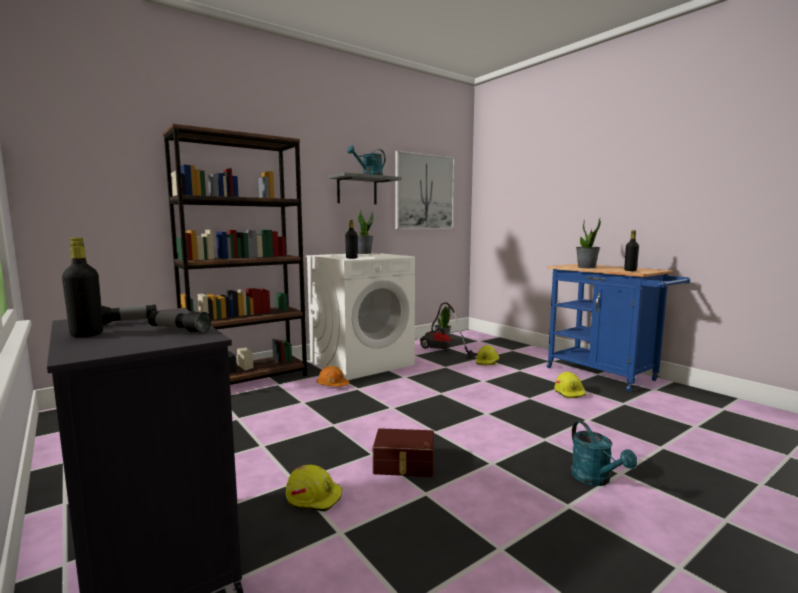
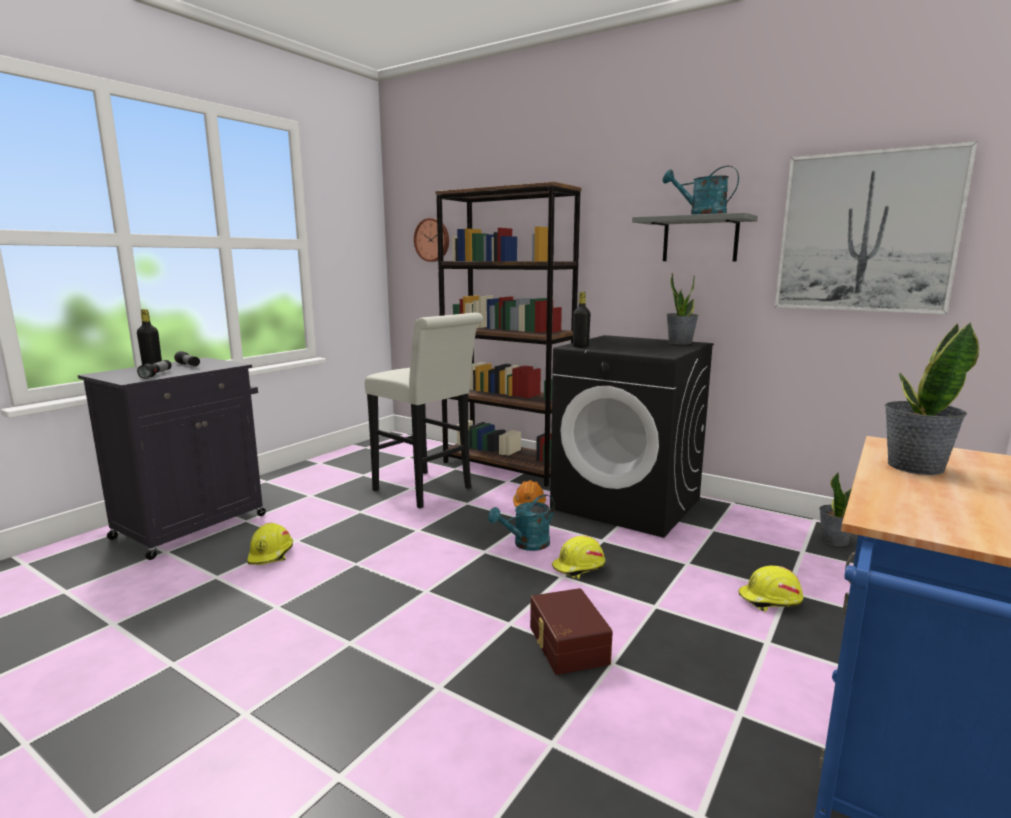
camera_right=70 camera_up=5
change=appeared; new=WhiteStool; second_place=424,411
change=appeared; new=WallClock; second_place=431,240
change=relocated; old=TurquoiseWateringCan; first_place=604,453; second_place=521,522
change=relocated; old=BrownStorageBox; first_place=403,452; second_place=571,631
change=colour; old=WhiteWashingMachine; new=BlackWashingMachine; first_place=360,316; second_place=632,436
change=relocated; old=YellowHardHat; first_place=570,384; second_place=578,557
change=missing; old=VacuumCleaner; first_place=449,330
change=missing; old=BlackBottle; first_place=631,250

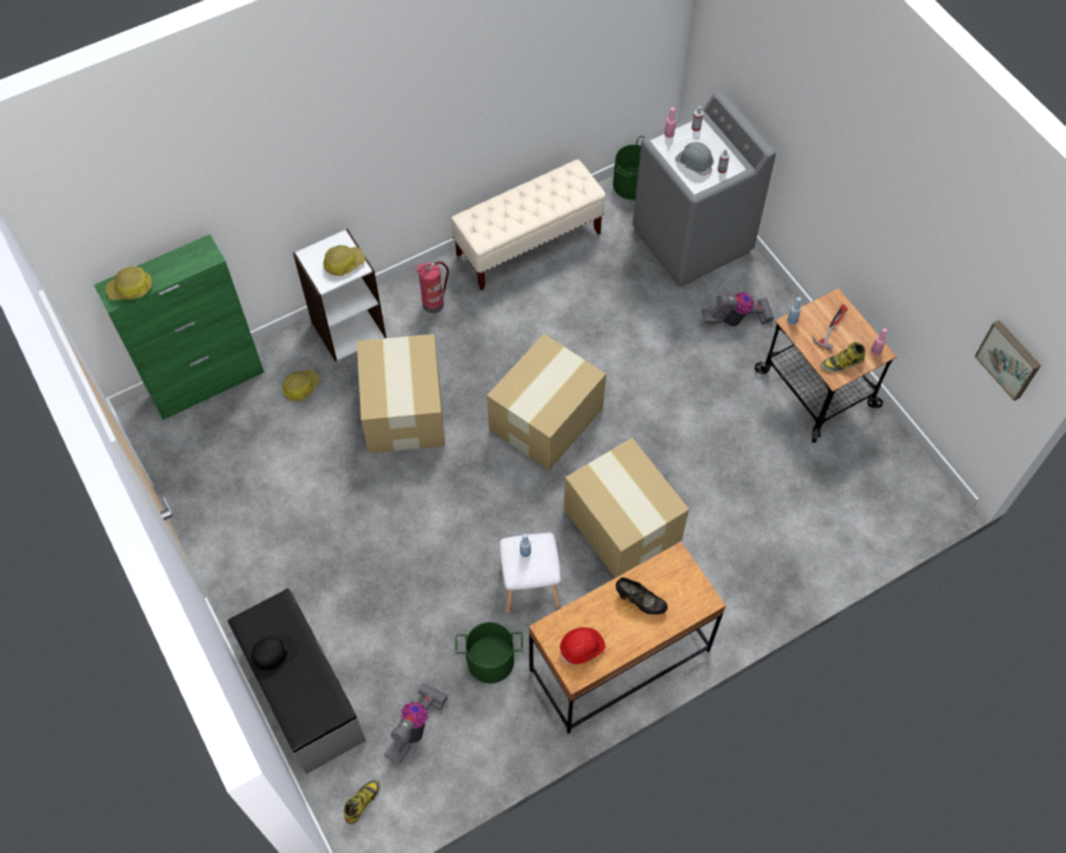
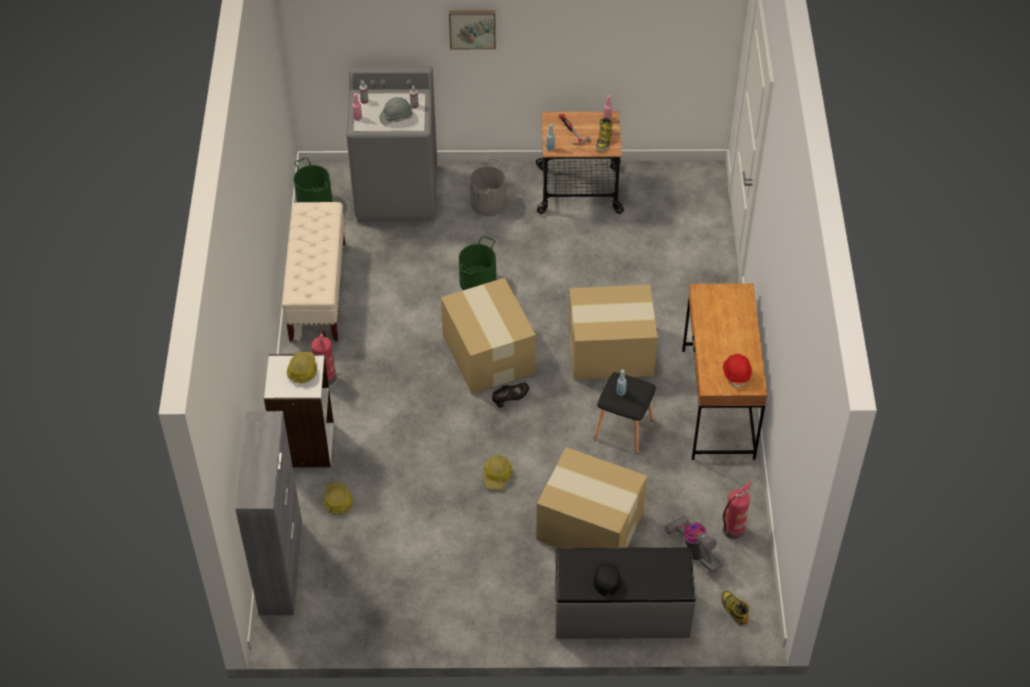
camera_right=-60 camera_up=-10
change=colour; old=GreenCabinet; new=GreyCabinet; first_place=179,327; second_place=268,513
change=relocated; old=Picture; first_place=1008,360; second_place=472,29
change=relocated; old=GreenBucket; first_place=489,652; second_place=477,263
change=exchanged; old=VacuumCleaner; new=GreyBucket; first_place=737,309; second_place=488,187
change=relocated; old=HardHat; first_place=129,283; second_place=498,472
change=relocated; old=BlackShoe; first_place=642,596; second_place=510,395
change=relocated; old=CardboardBox; first_place=401,393; second_place=591,497
change=colour; old=WhiteStool; new=BlackStool; first_place=530,573; second_place=625,413
change=appeared; new=FireExtinguisher; second_place=737,510

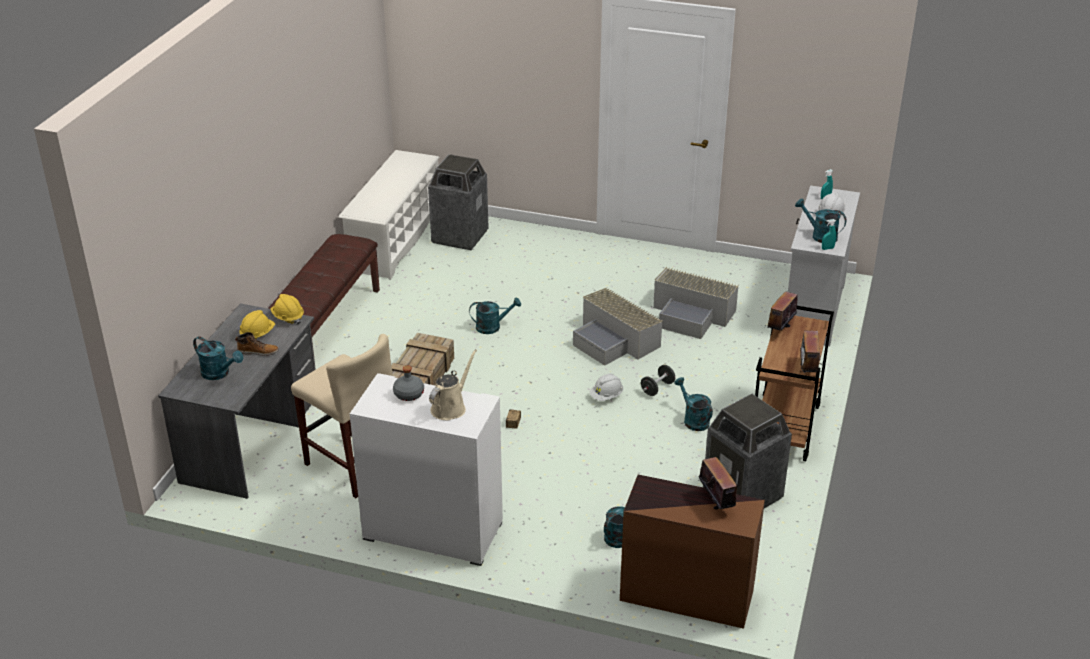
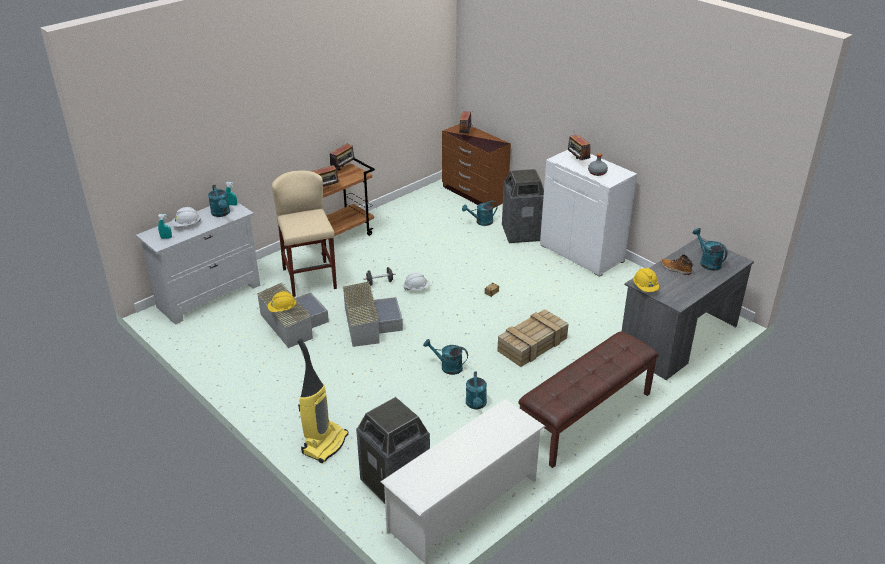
camera_right=-150 camera_up=0
change=relocated; old=YellowHardHat; first_place=257,324; second_place=281,301
change=relocated; old=BeigeStool; first_place=342,416; second_place=304,233
change=appeared; new=VacuumCleaner; second_place=322,400
change=relocated; old=TurquoiseWateringCan; first_place=693,404; second_place=476,390
change=relocated; old=TrashCan; first_place=747,451; second_place=523,206
change=exchanged; old=BeigeWateringCan; new=Radio; first_place=453,384; second_place=579,147

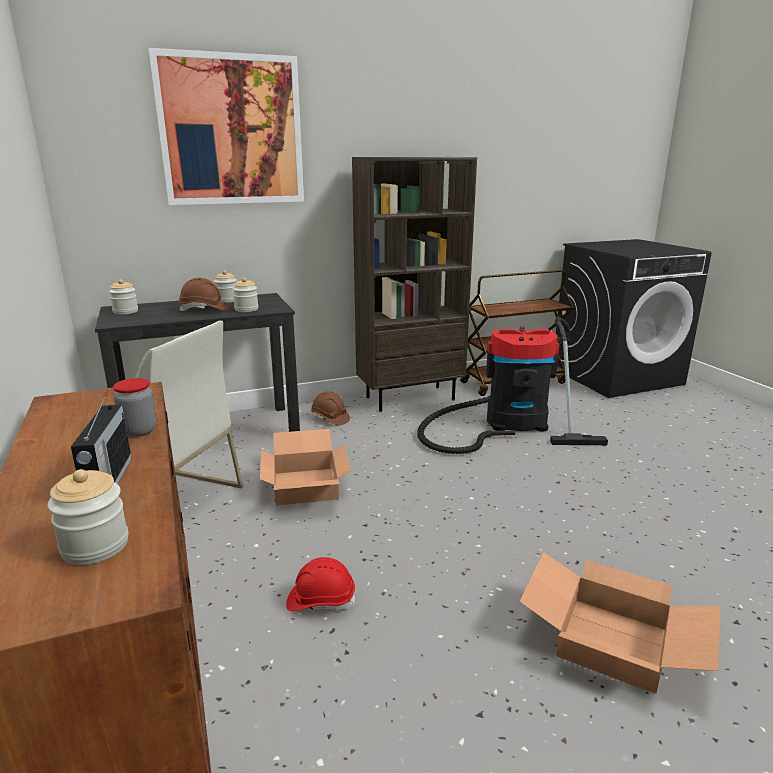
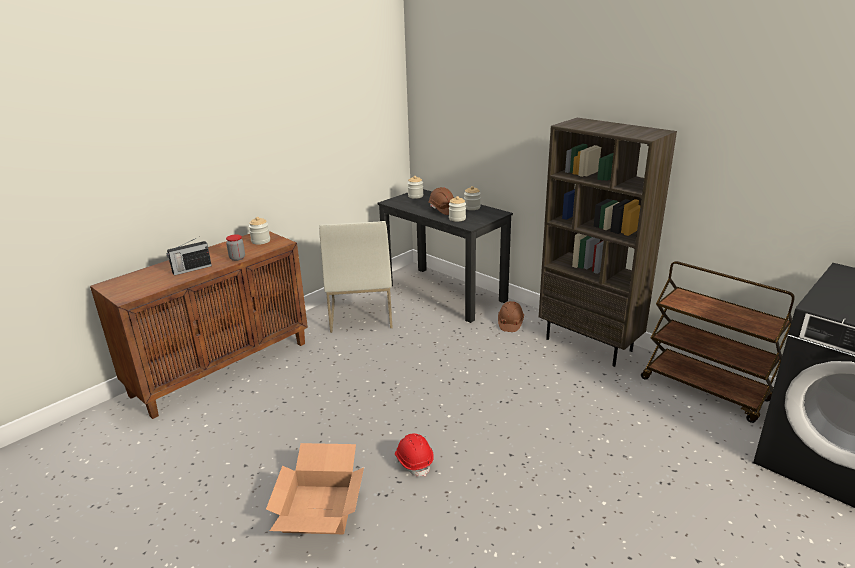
camera_right=65 camera_up=5
change=relocated; old=Jar; first_place=88,517; second_place=259,231
change=relocated; old=RedHardHat; first_place=321,584; second_place=414,454
change=missing; old=Picture; first_place=226,126
change=missing; old=CardboardBox; first_place=305,467
change=missing; old=VacuumCleaner; first_place=512,385

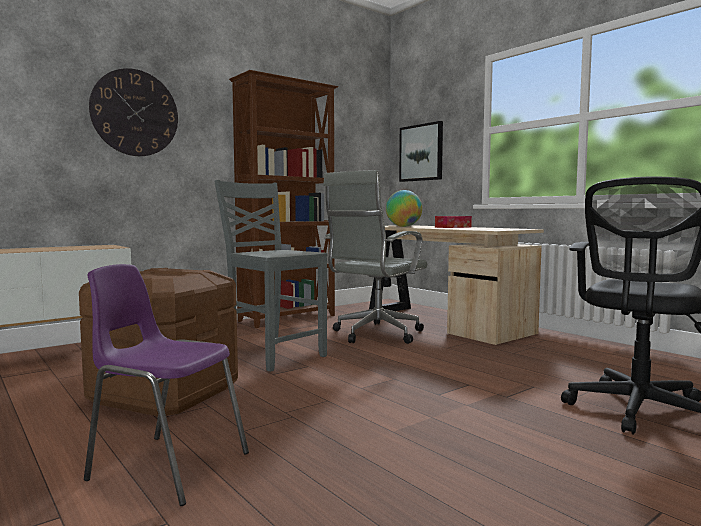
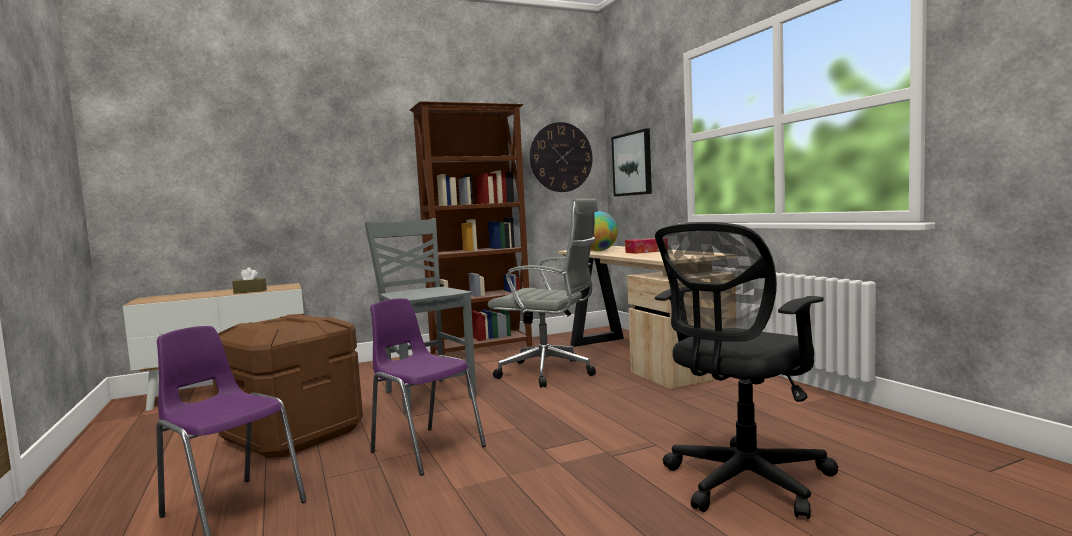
camera_right=15 camera_up=0
change=appeared; new=BrownTissueBox; second_place=249,281
change=appeared; new=PurpleChair; second_place=428,387
change=spun; old=GreyOfficeChair; first_place=375,257; second_place=543,293; degrees=-120
change=relocated; old=WallClock; first_place=133,112; second_place=561,157

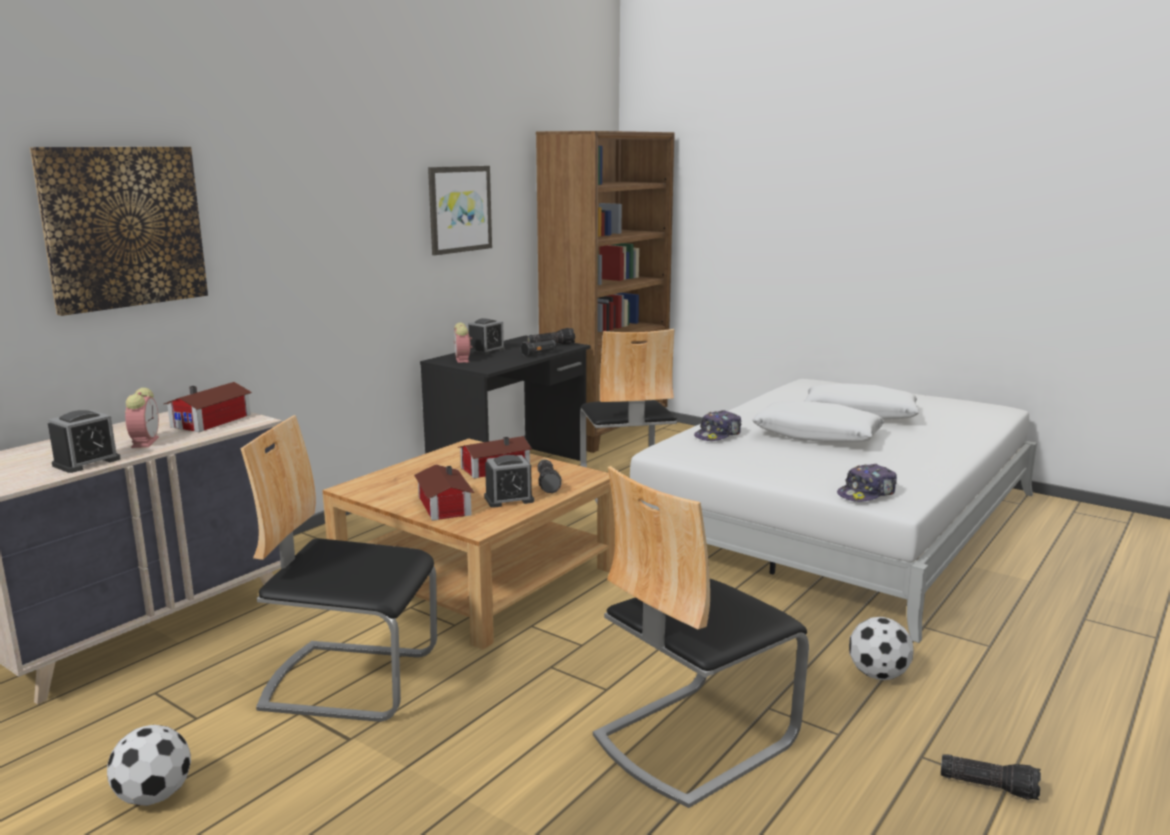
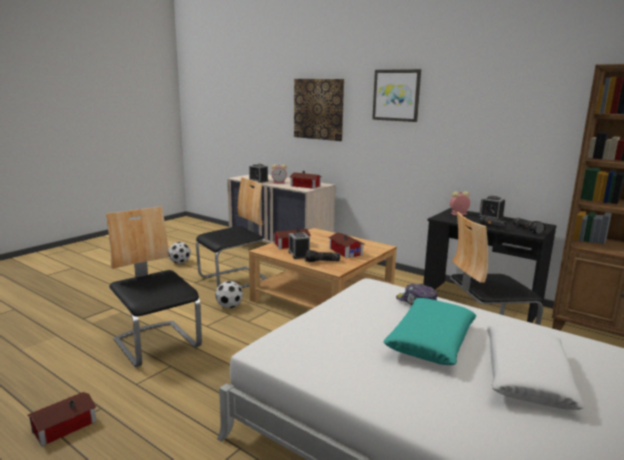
camera_right=90 camera_up=0
change=exchanged; old=Flashlight; new=ToyHouse; first_place=991,777; second_place=61,419
change=spun; old=Chair; first_place=338,568; second_place=231,232; degrees=45
change=relocated; old=Football; first_place=881,648; second_place=229,294
change=relocated; old=Picture; first_place=460,210; second_place=396,95
change=colour; old=WhitePillow; new=TurquoisePillow; first_place=818,421; second_place=429,331
change=missing; old=Cap; first_place=867,483

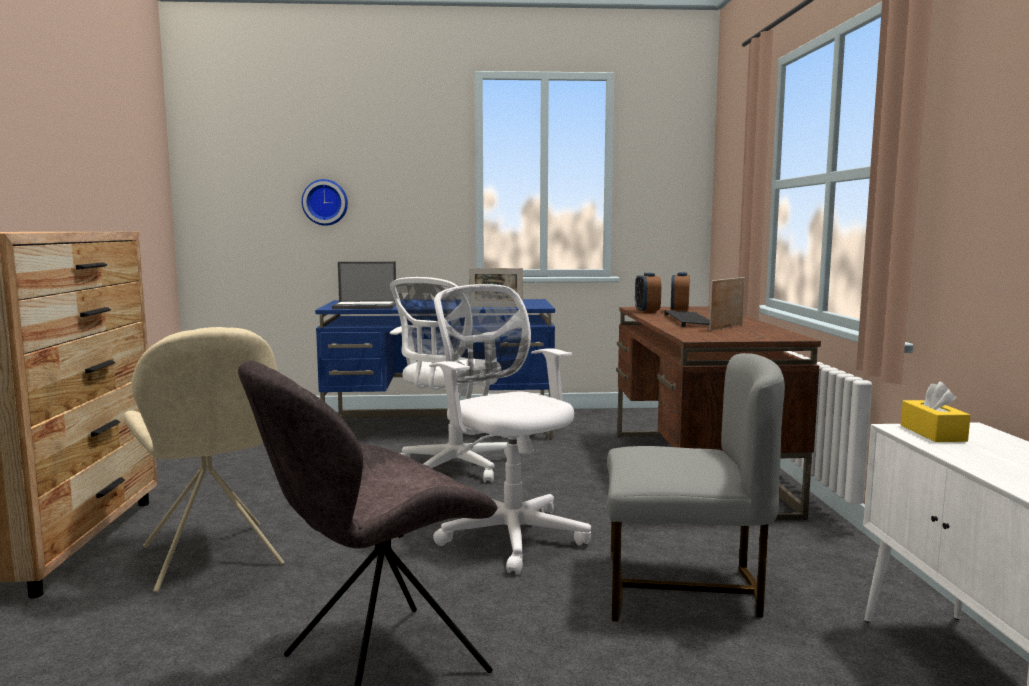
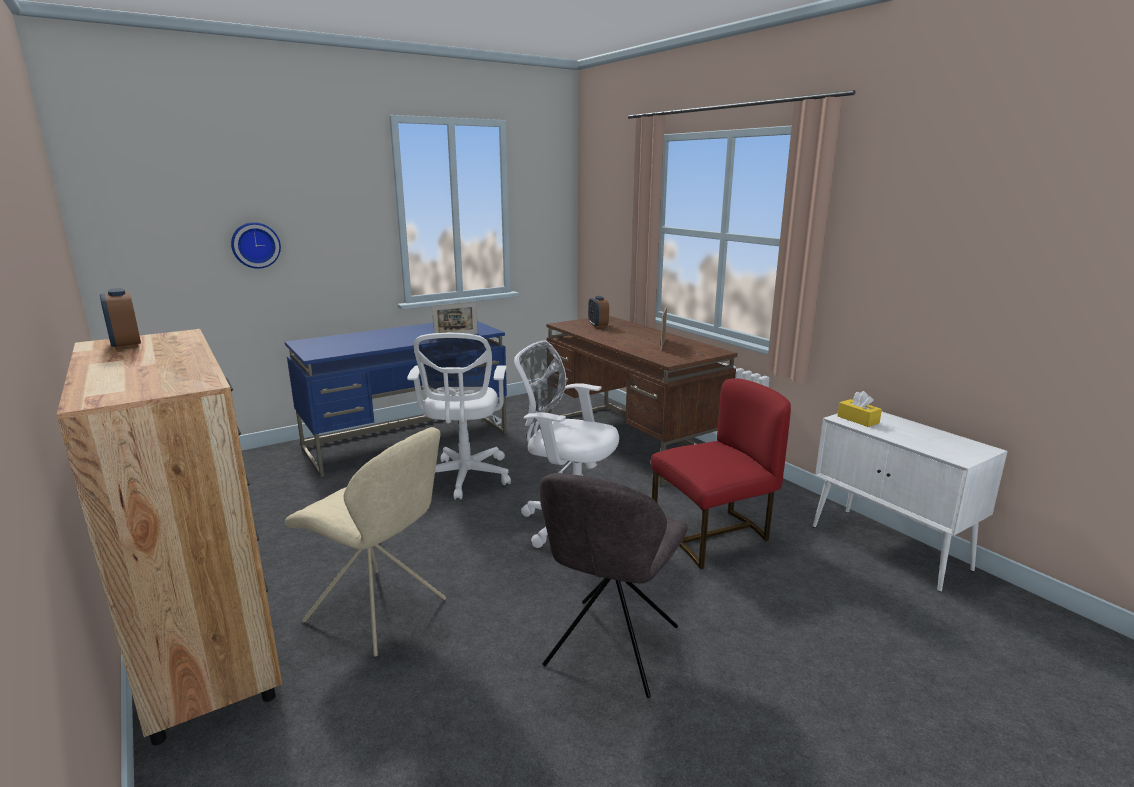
camera_right=-30 camera_up=10
change=relocated; old=AlarmClock; first_place=648,293; second_place=120,319
change=colour; old=GreyChair; new=RedChair; first_place=696,487; second_place=721,473
change=missing; old=Laptop; first_place=364,285
change=missing; old=Keyboard; first_place=687,318

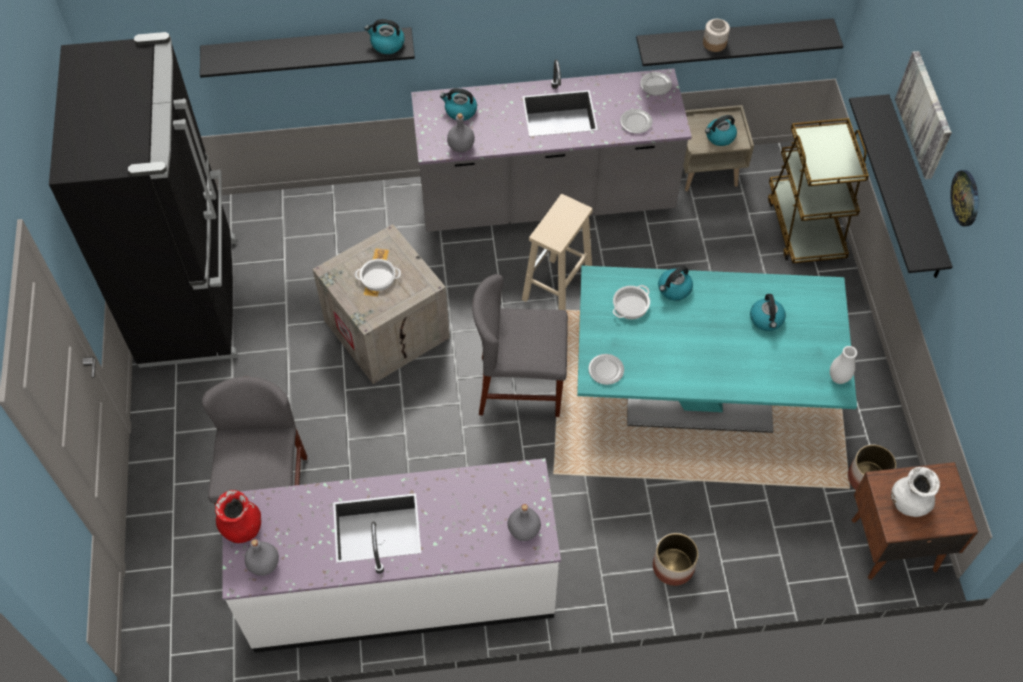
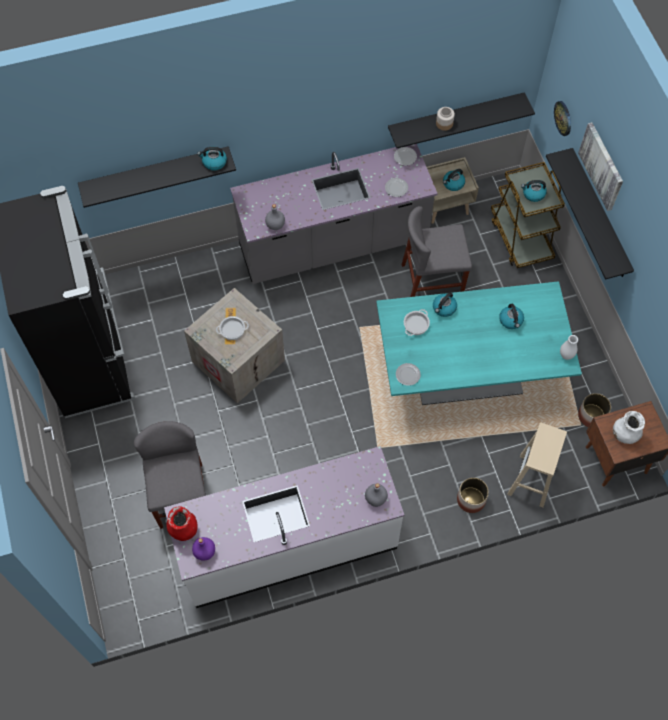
camera_right=-10 camera_up=5
change=colour; old=GreyBottle; new=PurpleBottle; first_place=262,557; second_place=203,548
change=relocated; old=GreyChair; first_place=520,345; second_place=437,251
change=relocated; old=BeigeStool; first_place=557,252; second_place=537,464
change=relocated; old=Kettle; first_place=458,104; second_place=534,191
change=relocated; old=WallClock; first_place=964,198; second_place=562,118

